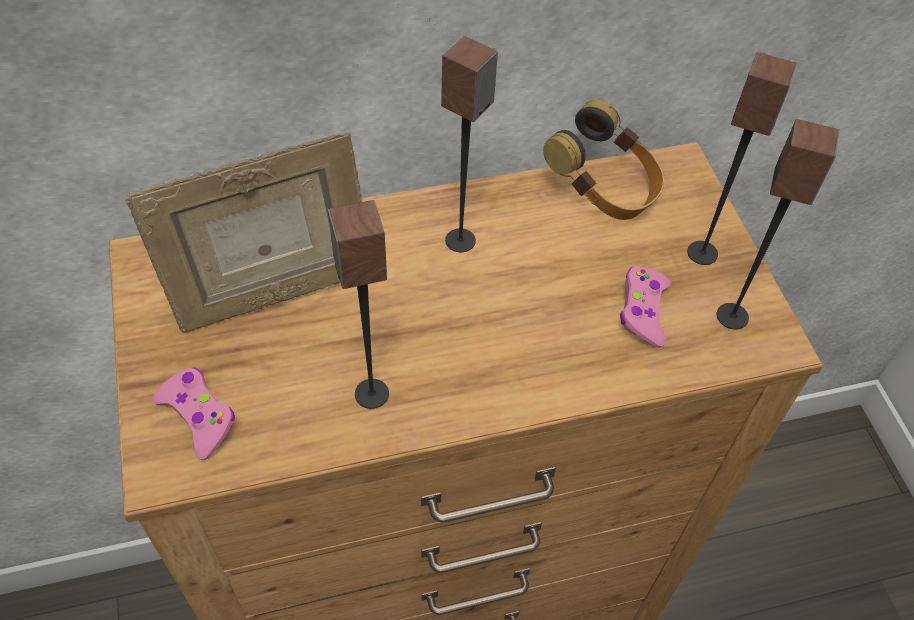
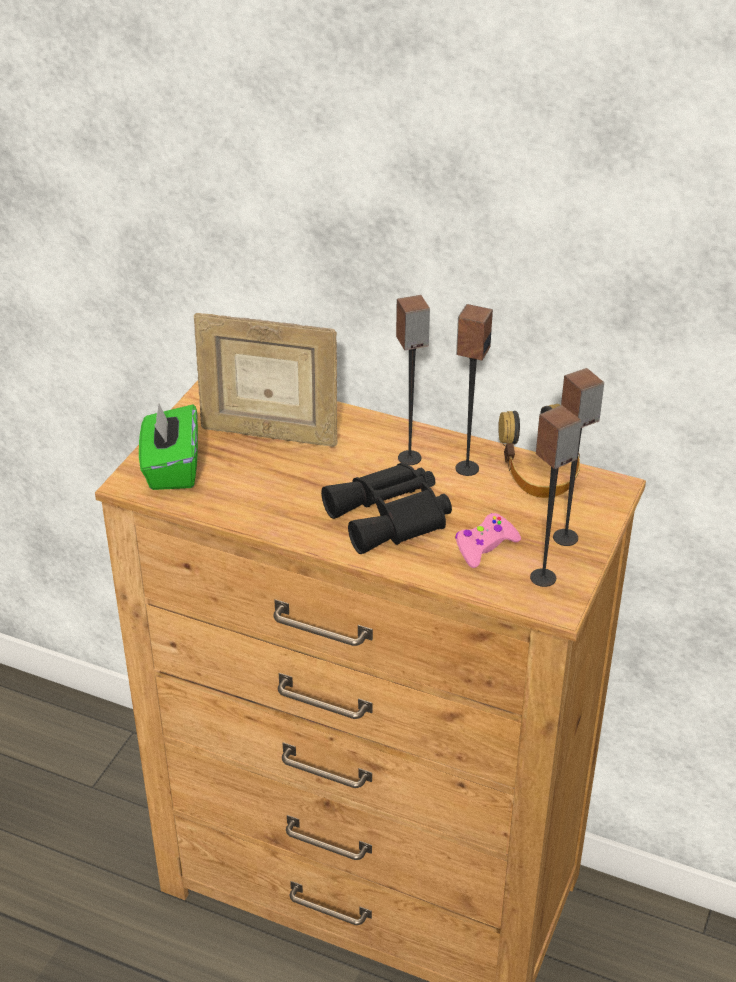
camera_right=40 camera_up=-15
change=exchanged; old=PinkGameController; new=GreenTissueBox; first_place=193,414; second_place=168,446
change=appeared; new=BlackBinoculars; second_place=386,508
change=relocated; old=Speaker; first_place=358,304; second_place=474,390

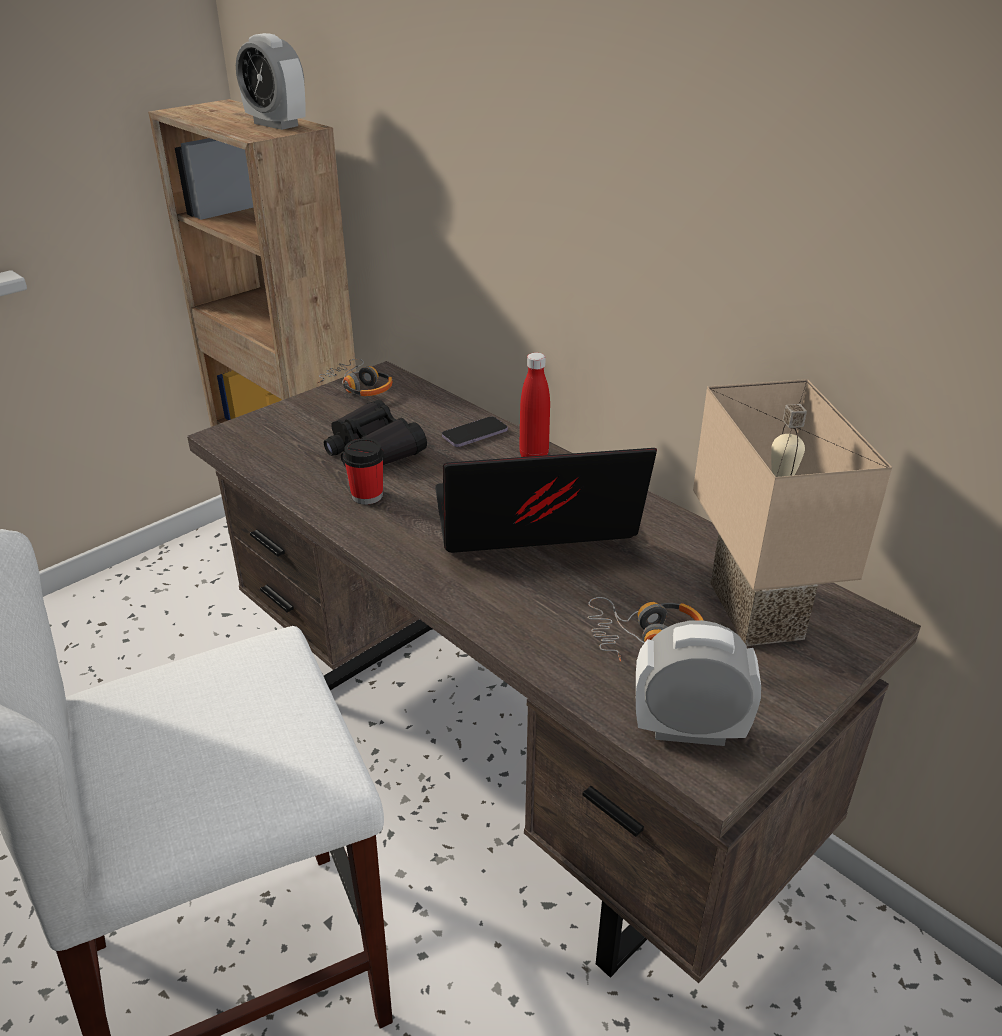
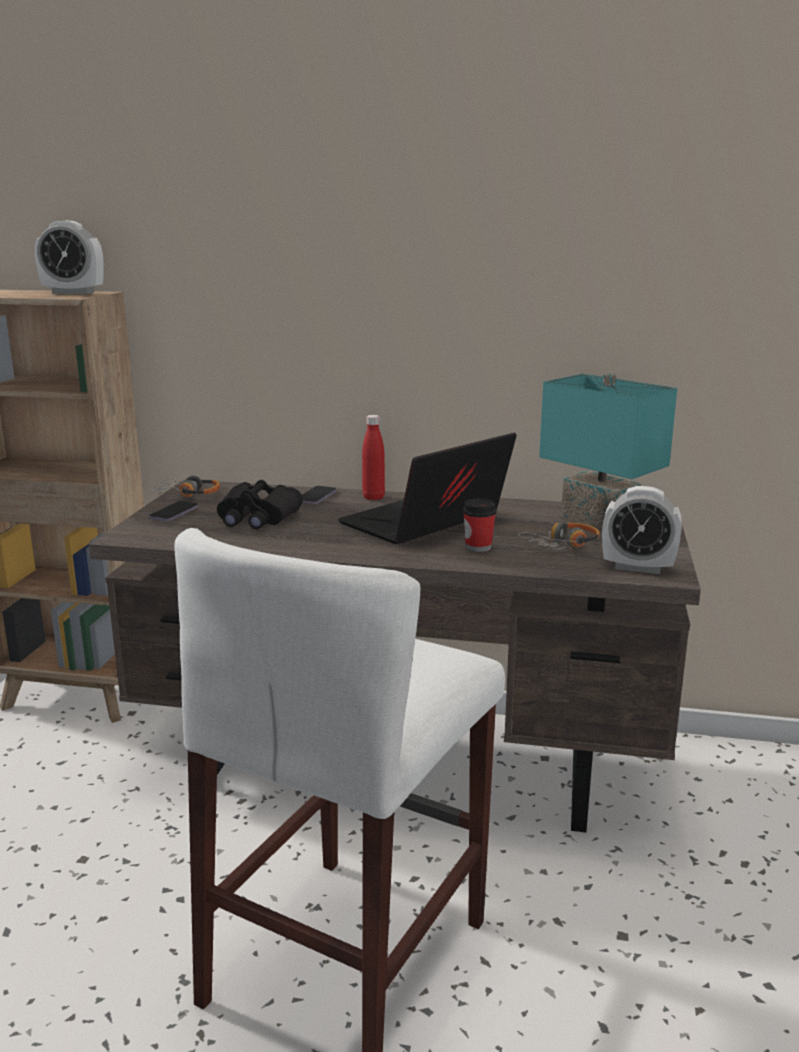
camera_right=-35 camera_up=-15
change=appeared; new=Phone; second_place=174,511
change=relocated; old=Cup; first_place=363,471; second_place=479,525
change=colour; old=BeigeTableLamp; new=TurquoiseTableLamp; first_place=792,512; second_place=608,452
change=spun; old=AlarmClock; first_place=698,683; second_place=642,530; degrees=-135

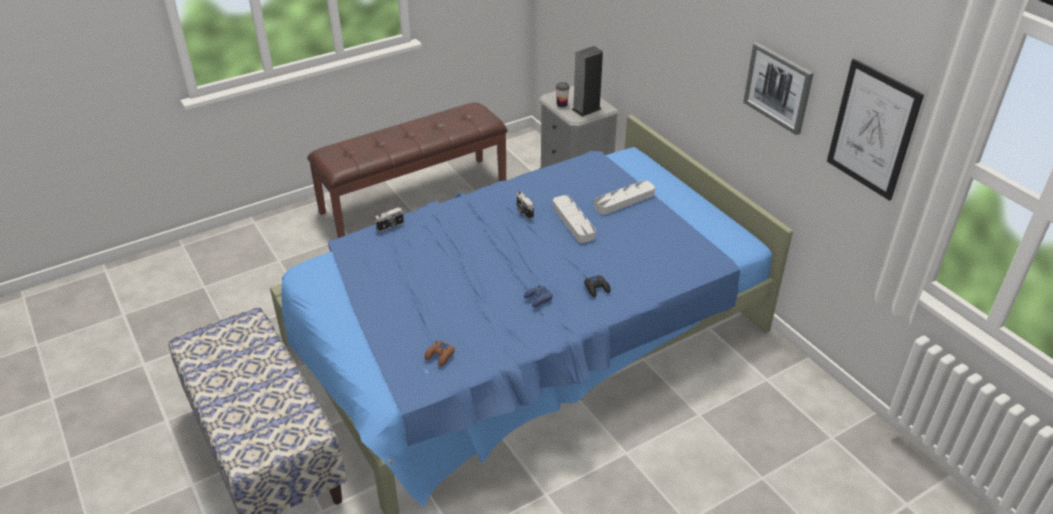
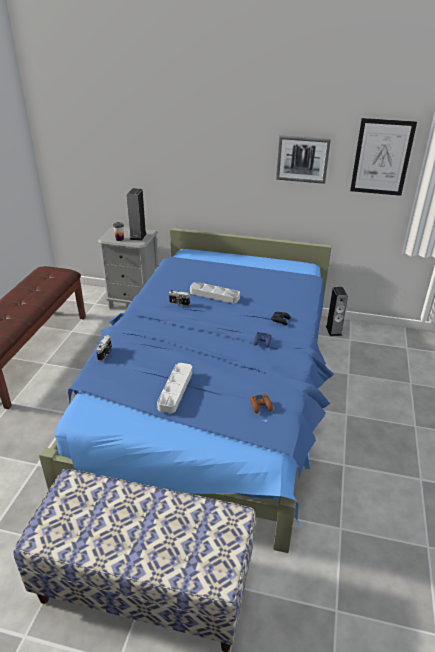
camera_right=-45 camera_up=-5
change=relocated; old=GreyTray; first_place=624,197; second_place=174,388
change=appeared; new=Speaker; second_place=337,311

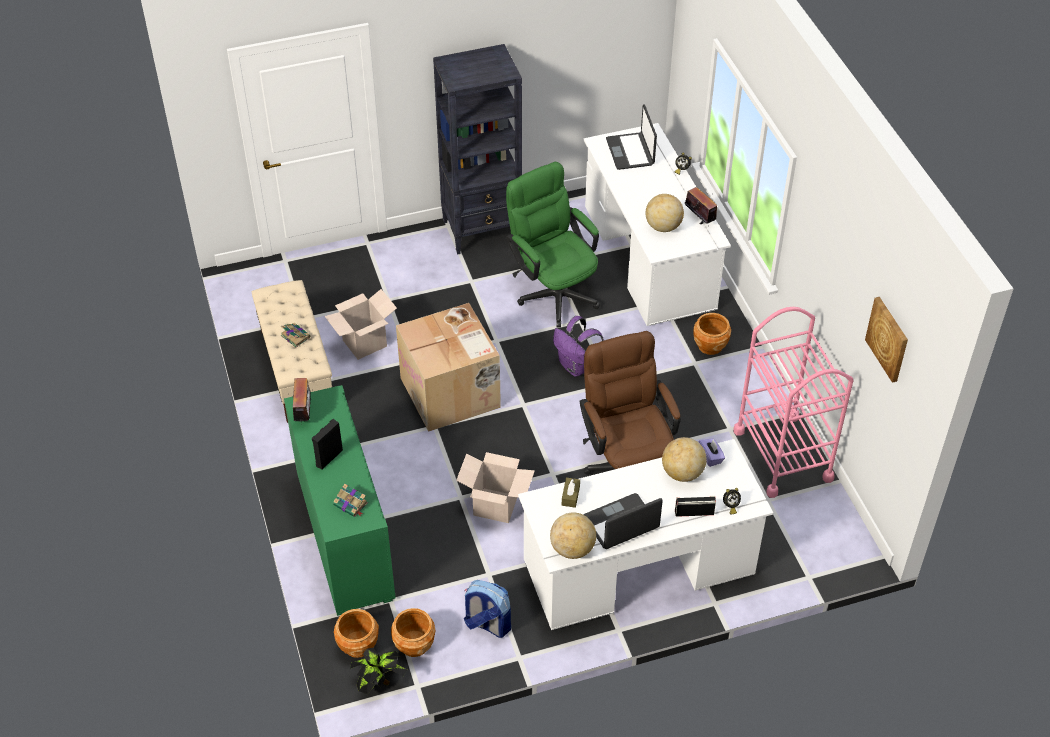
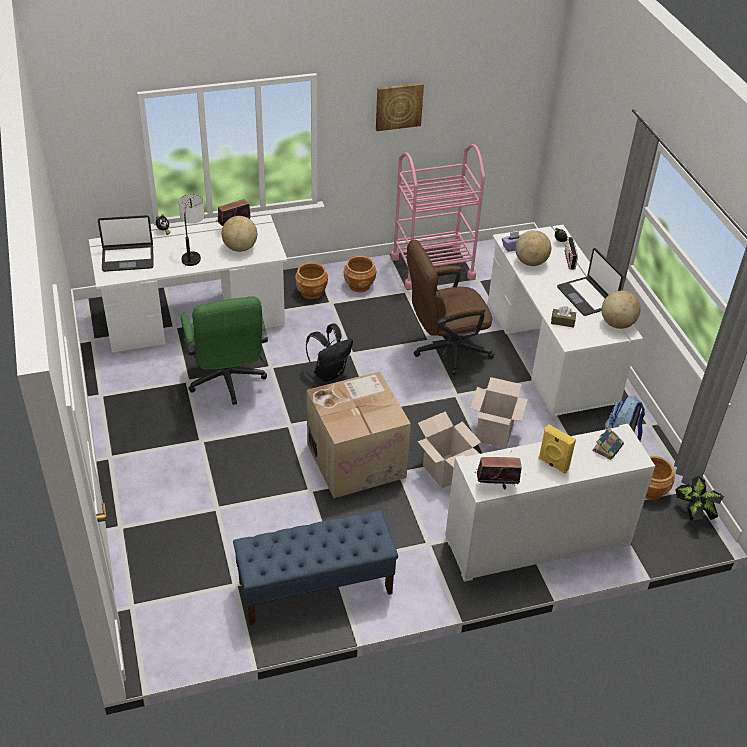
camera_right=-90 camera_up=-5
change=appeared; new=TableLamp; second_place=191,230
change=spun; old=GreenOfficeChair; first_place=553,245; second_place=224,351; degrees=-75
change=colour; old=BeigeBench; new=BlueBench; first_place=292,351; second_place=315,567
change=colour; old=PurpleBackpack; new=BlackBackpack; first_place=578,346; second_place=329,353
change=relocated; old=BrownPlanter; first_place=356,633; second_place=360,274
change=relocated; old=Picture; first_place=886,340; second_place=400,107
change=relocated; old=CardboardBox; first_place=360,324; second_place=449,449
change=colour; old=GreenCabinet; new=WhiteCabinet; first_place=340,500; second_place=550,503
change=colour; old=BlackSpeaker; new=YellowSpeaker; first_place=327,444; second_place=557,449
change=missing; old=Book; first_place=296,335
change=missing; old=BlackBookcase; first_place=477,149

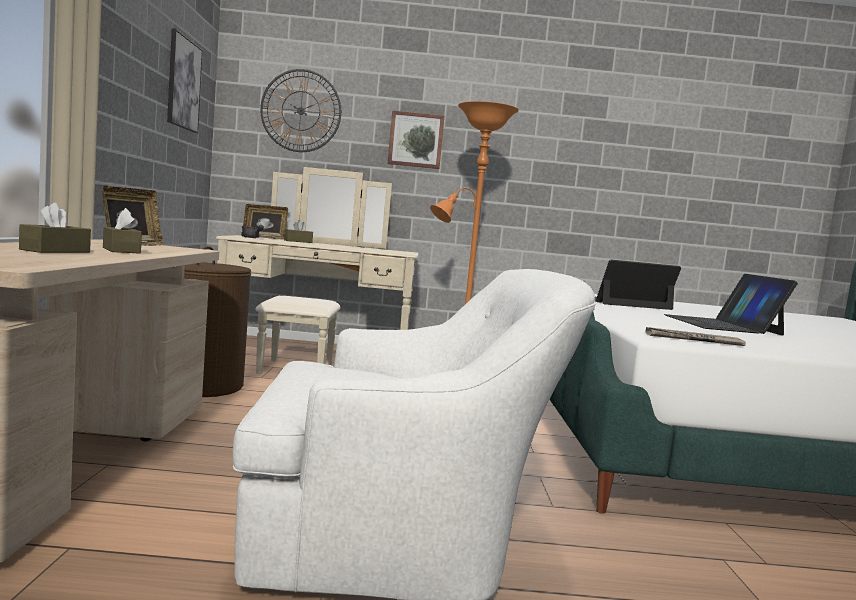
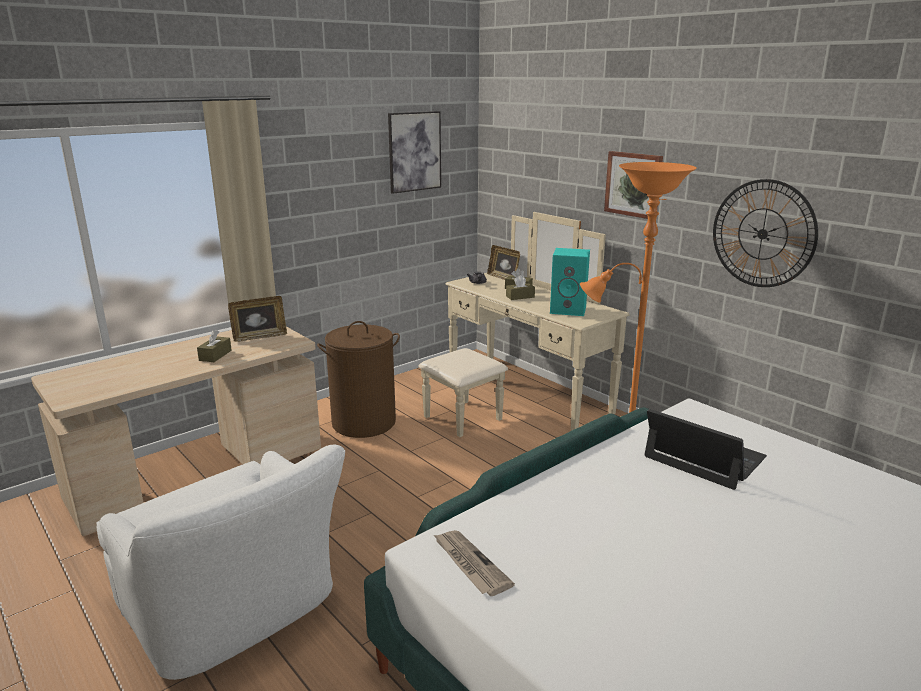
camera_right=50 camera_up=15
change=relocated; old=BrownTissueBox; first_place=55,227; second_place=520,287
change=appeared; new=TurquoiseSpeaker; second_place=570,282
change=relocated; old=WallClock; first_place=301,110; second_place=765,233
change=missing; old=Laptop; first_place=731,305

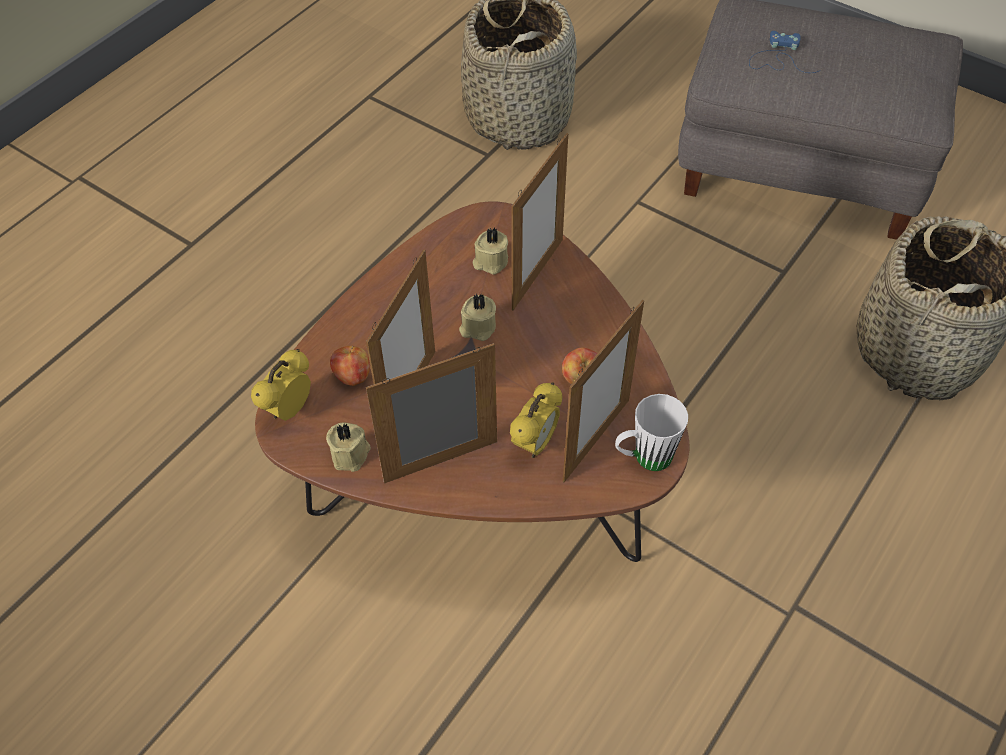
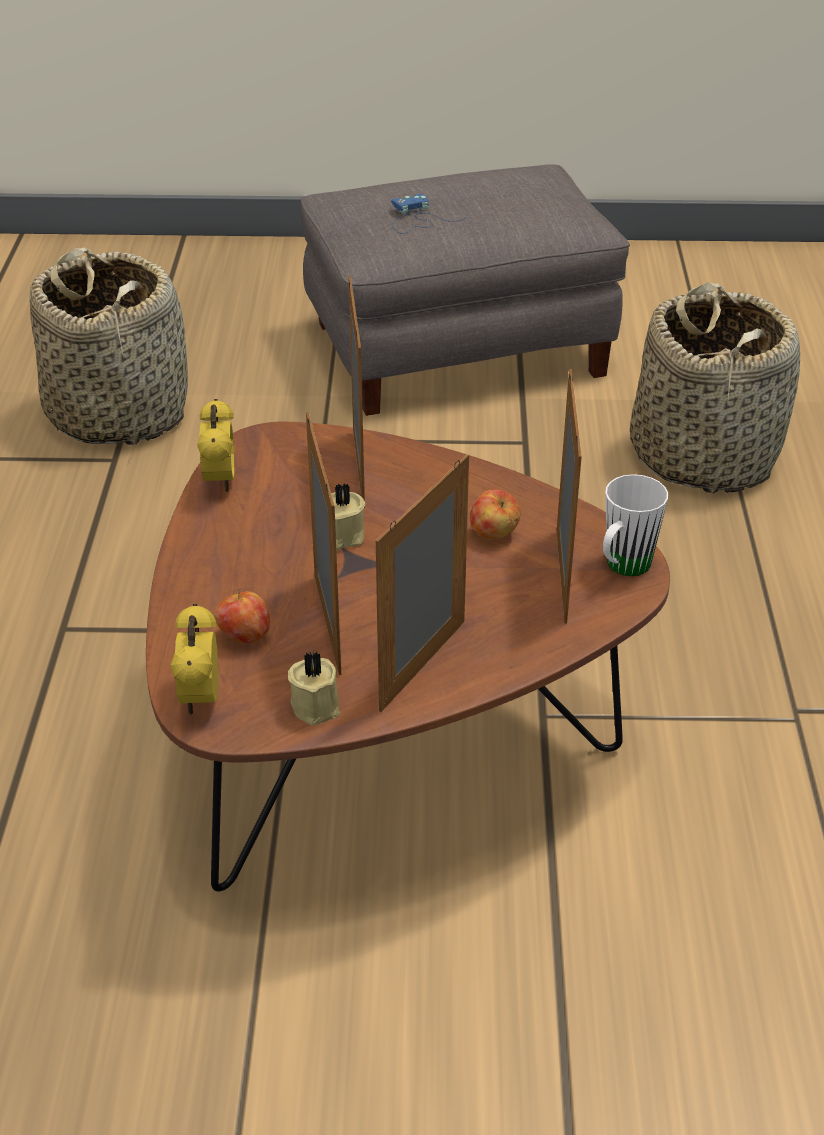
camera_right=-35 camera_up=-15
change=relocated; old=AlarmClock; first_place=536,420; second_place=216,445
change=missing; old=BeigeCandle; first_place=490,251

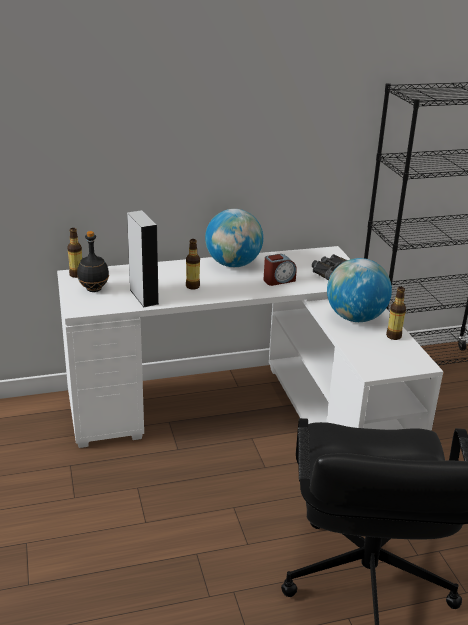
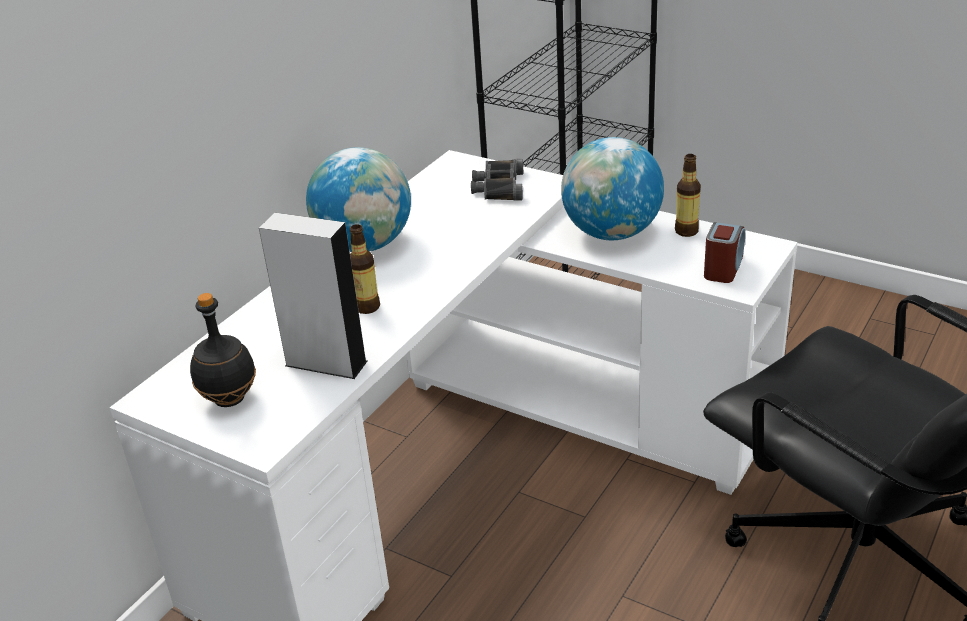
camera_right=-40 camera_up=5
change=relocated; old=AlarmClock; first_place=280,270; second_place=724,252
change=missing; old=Bottle; first_place=74,253

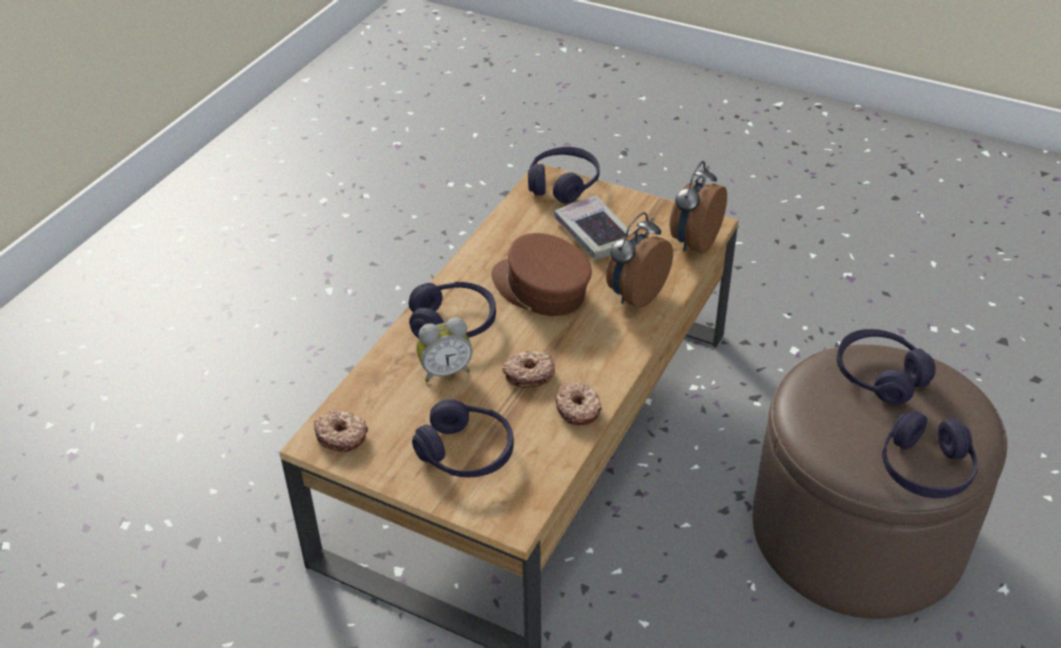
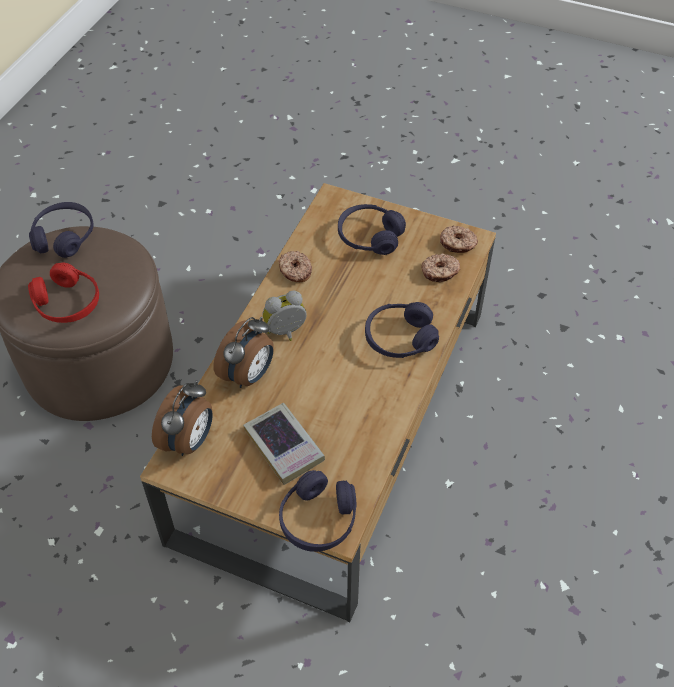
camera_right=175 camera_up=10
change=colour; old=PurpleHeadphones; new=RedHeadphones; first_place=886,366; second_place=63,293
change=relocated; old=AlarmClock; first_place=445,350; second_place=285,315
change=relocated; old=Donut; first_place=528,369; second_place=440,268
change=missing; old=BrownCap; first_place=541,274

